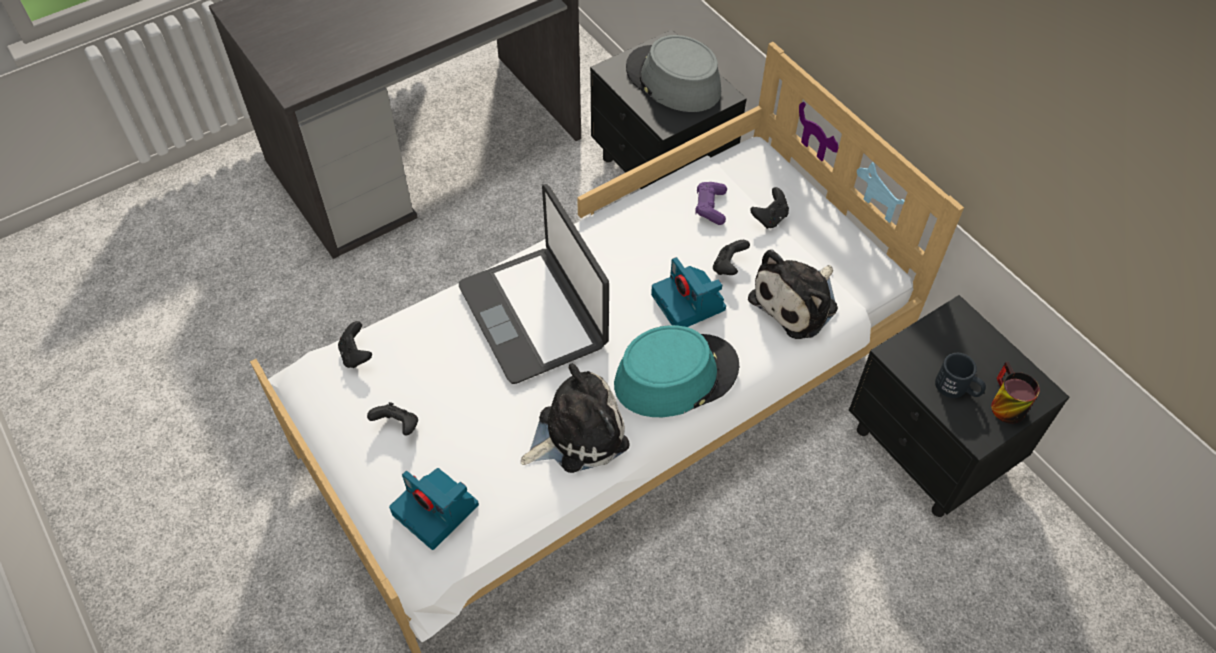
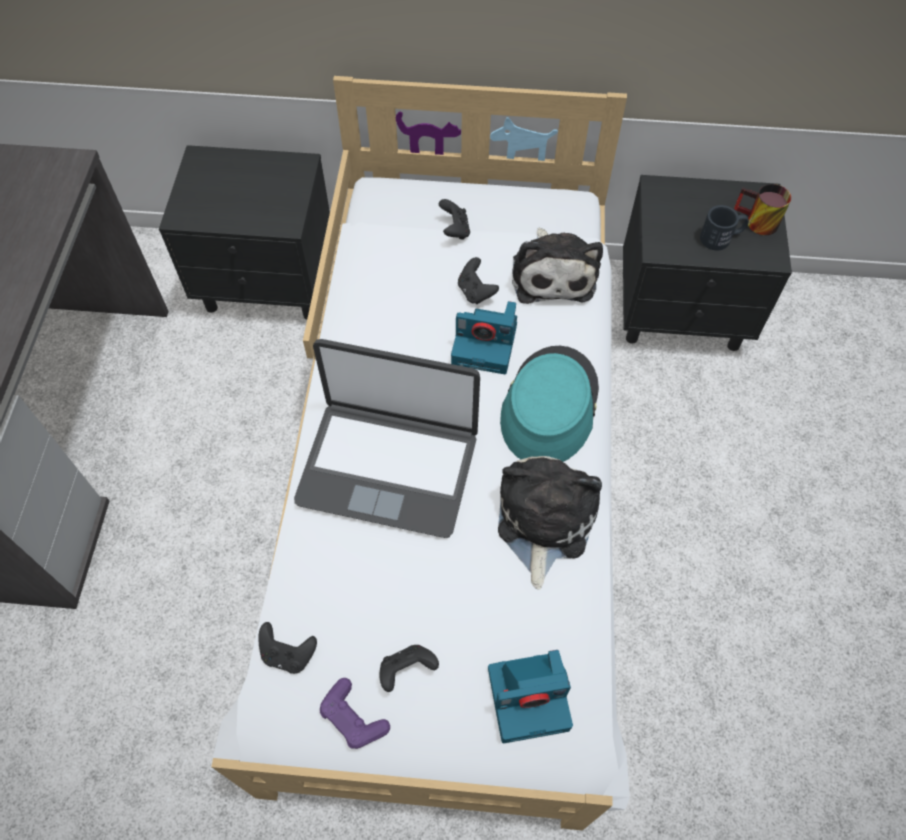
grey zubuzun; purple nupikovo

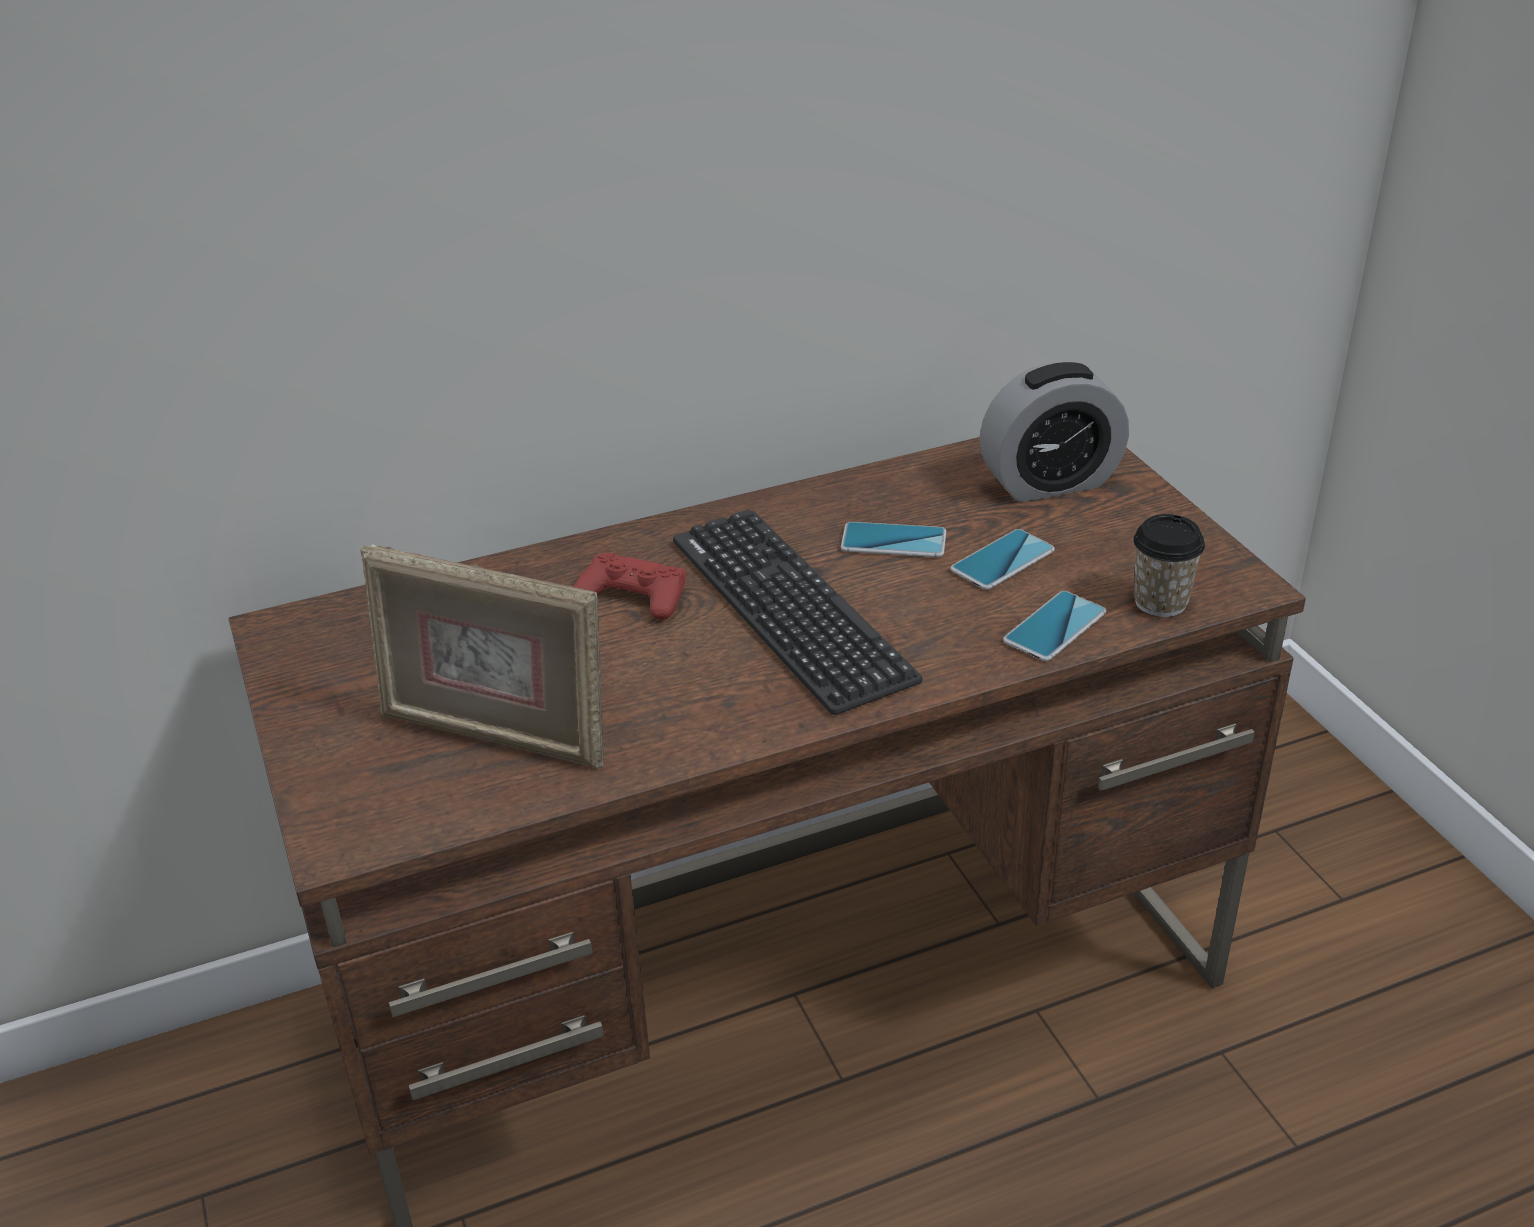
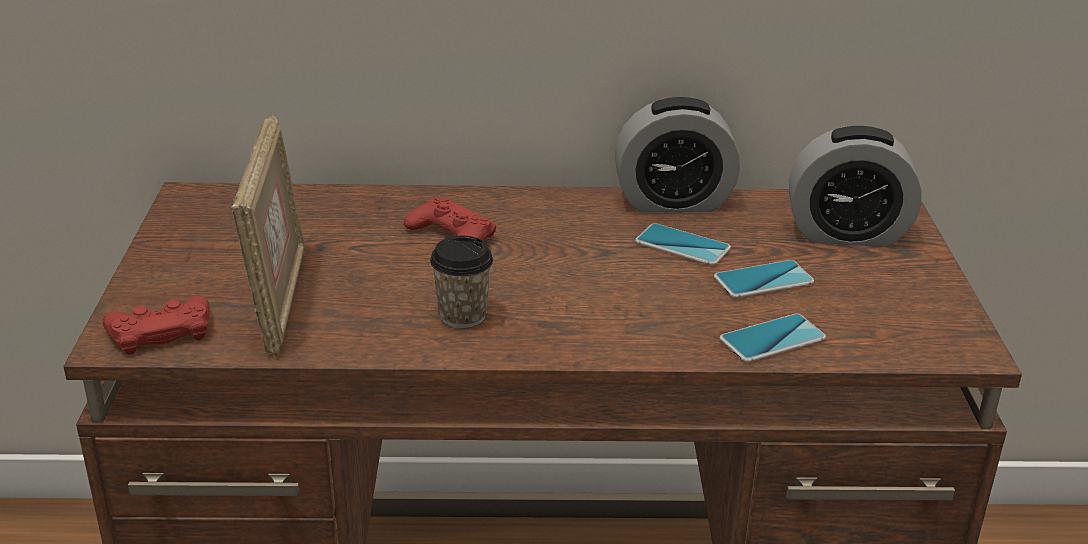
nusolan; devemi; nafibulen; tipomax (no. 1 from left); red nupikovo (no. 1 from left)

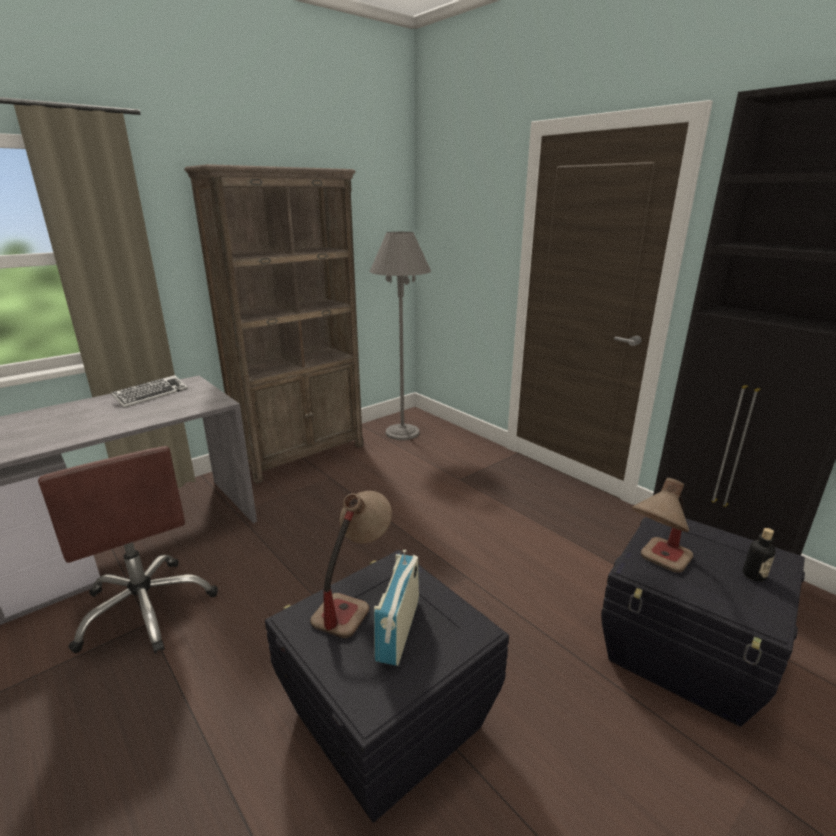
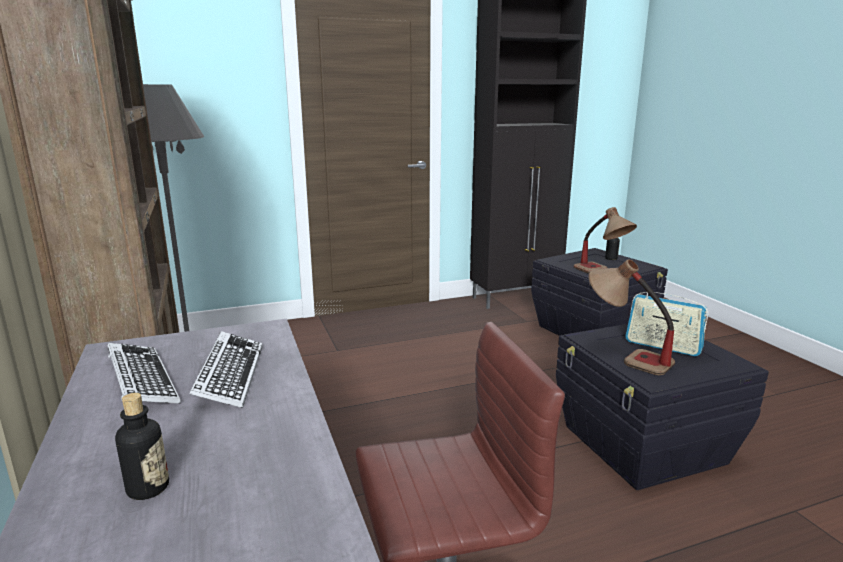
nusolan (no. 2 from left); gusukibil (no. 1 from left)

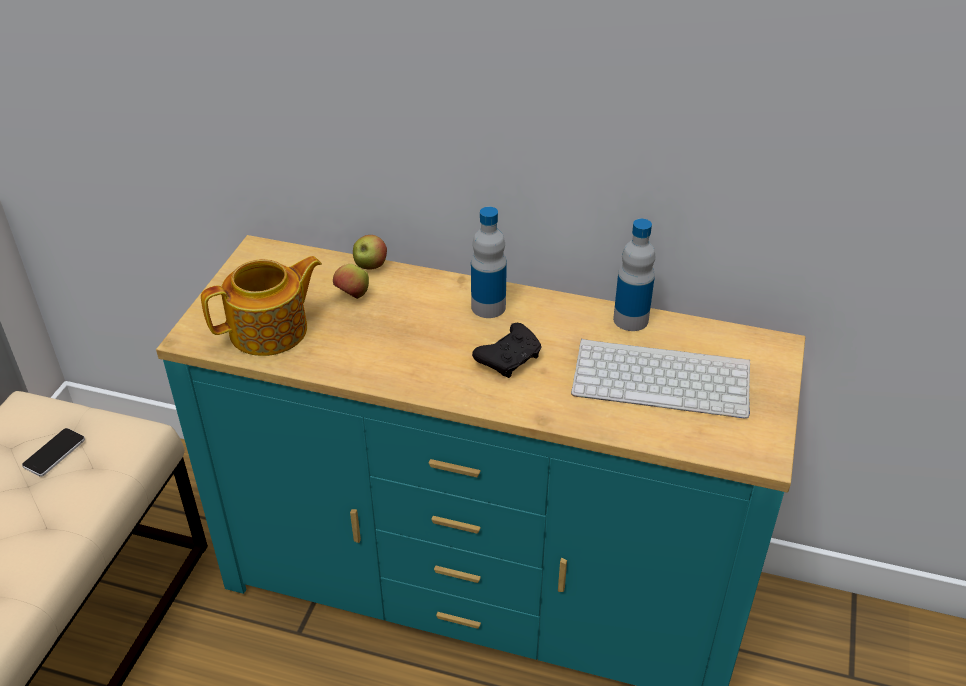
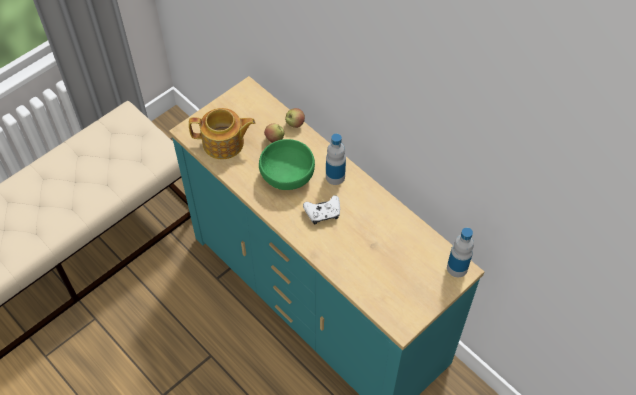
gusukibil (no. 2 from left); white nupikovo; nusolan; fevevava; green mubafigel

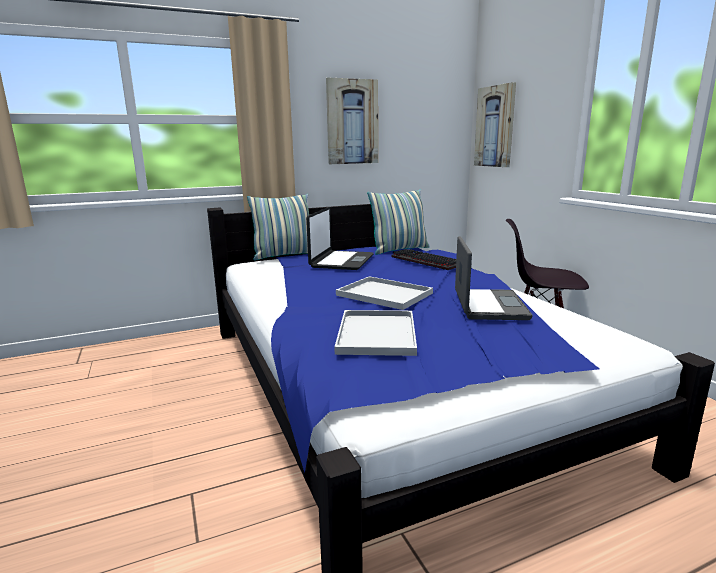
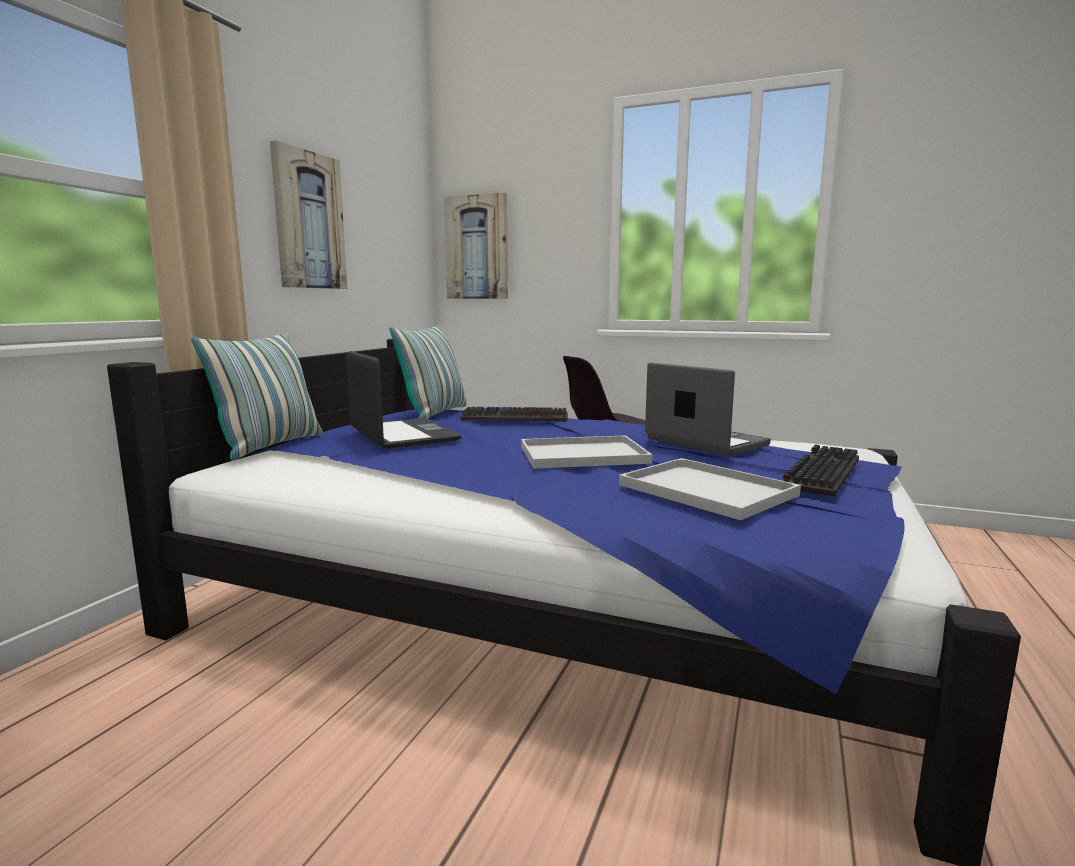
nusolan (no. 2 from left)

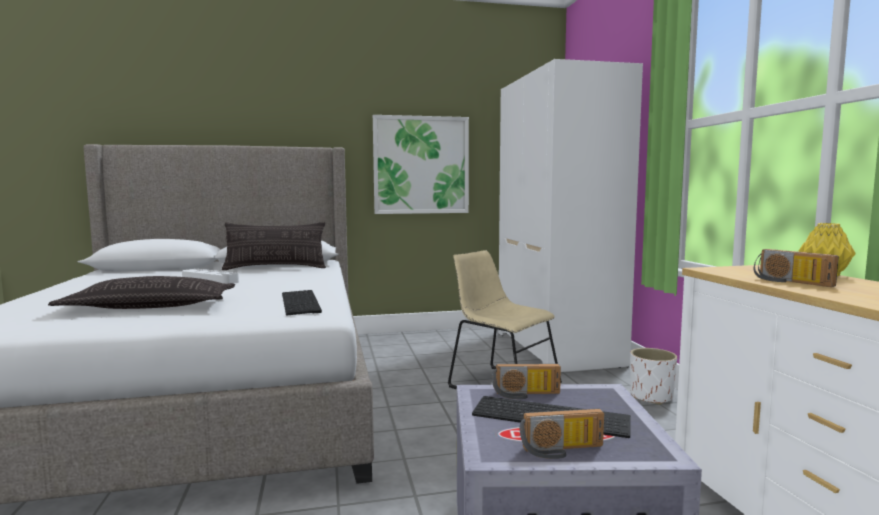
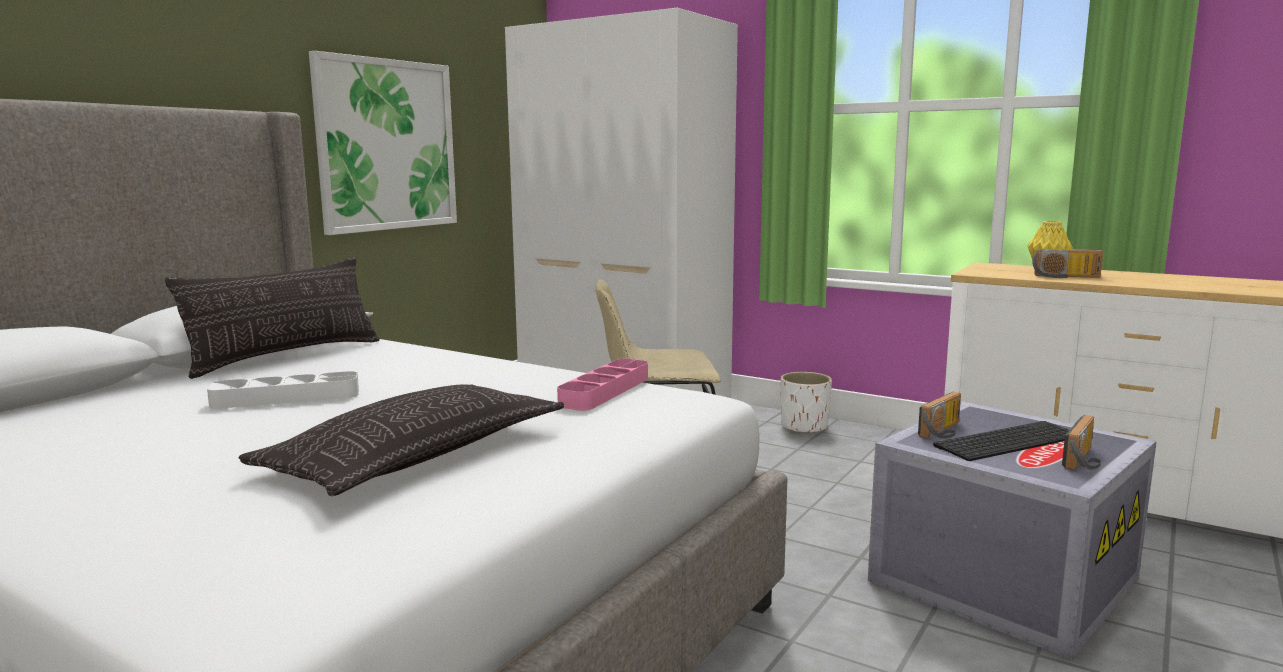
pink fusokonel

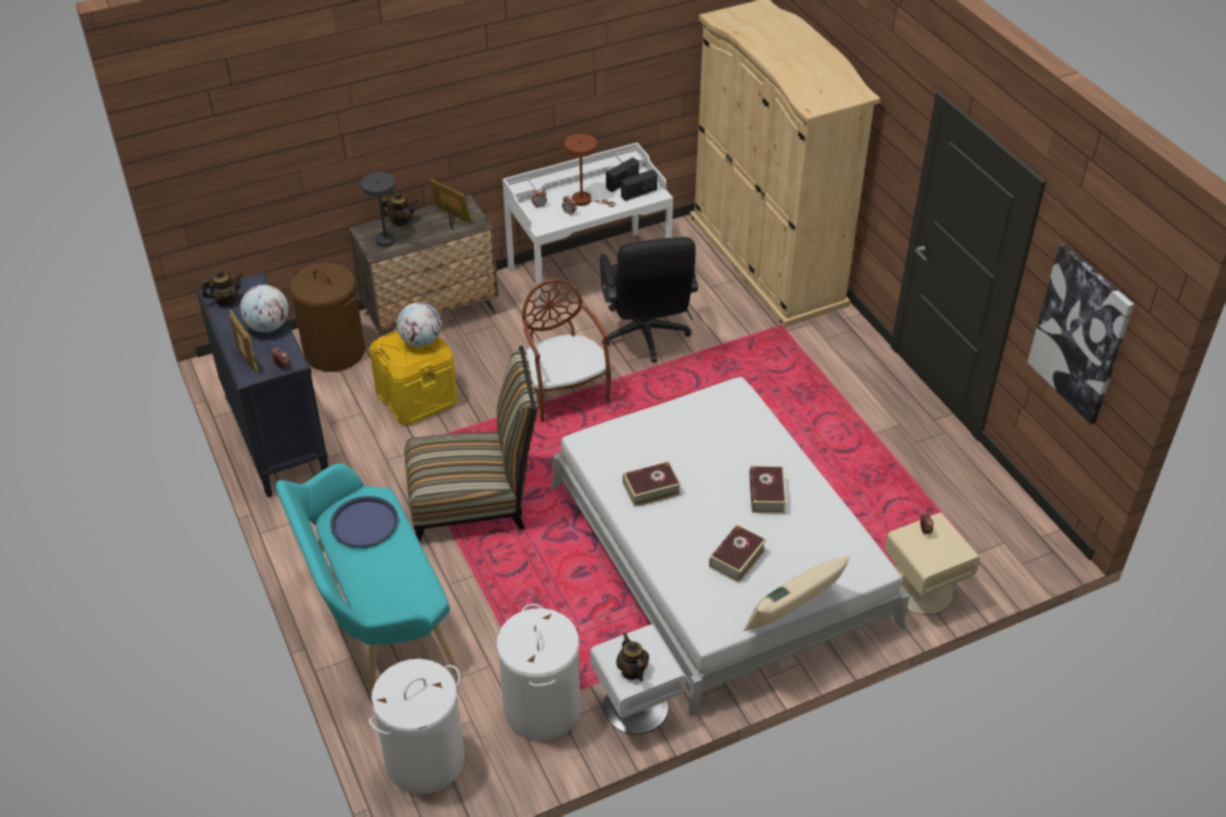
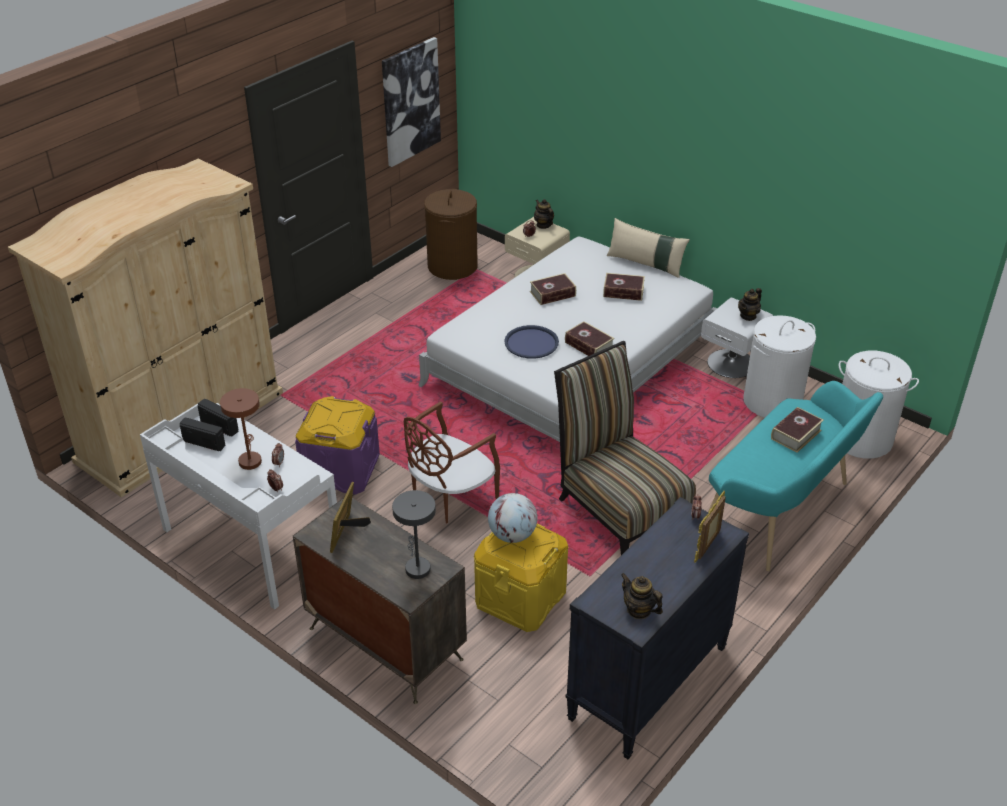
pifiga (no. 1 from left); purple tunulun; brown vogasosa; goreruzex (no. 1 from left in the first image); blue fusokonel; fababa (no. 4 from left)

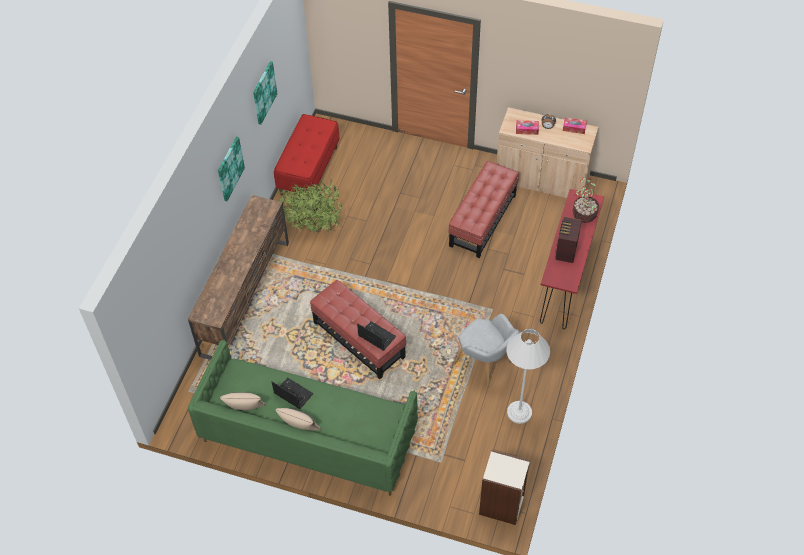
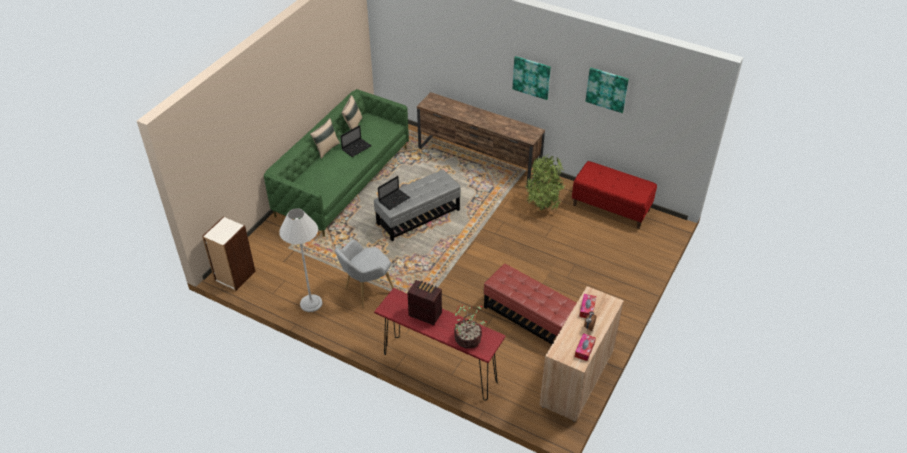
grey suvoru

